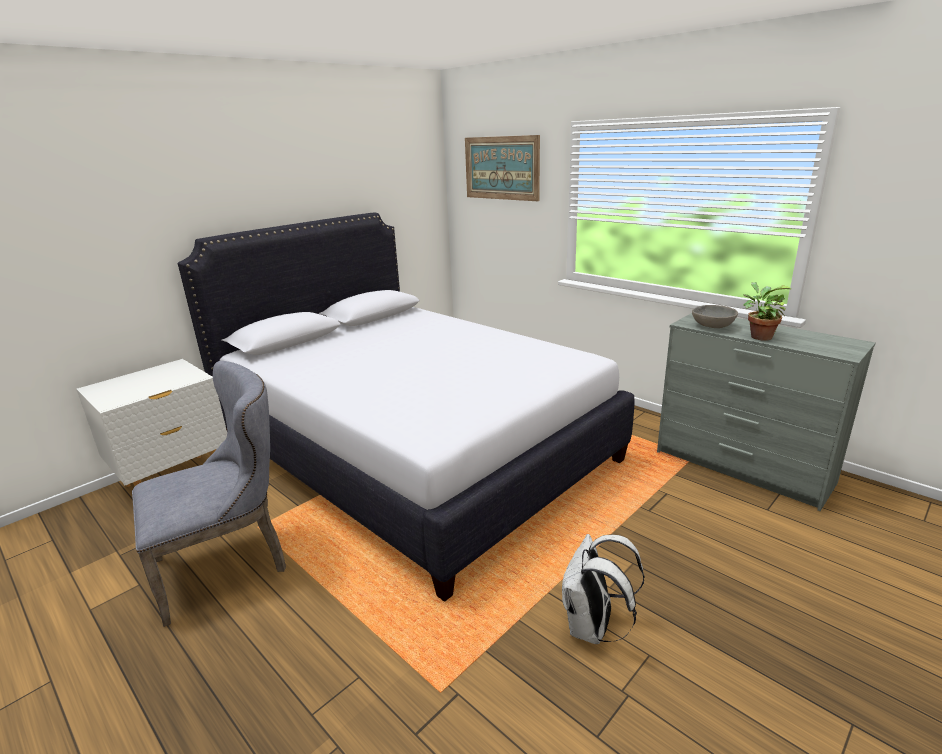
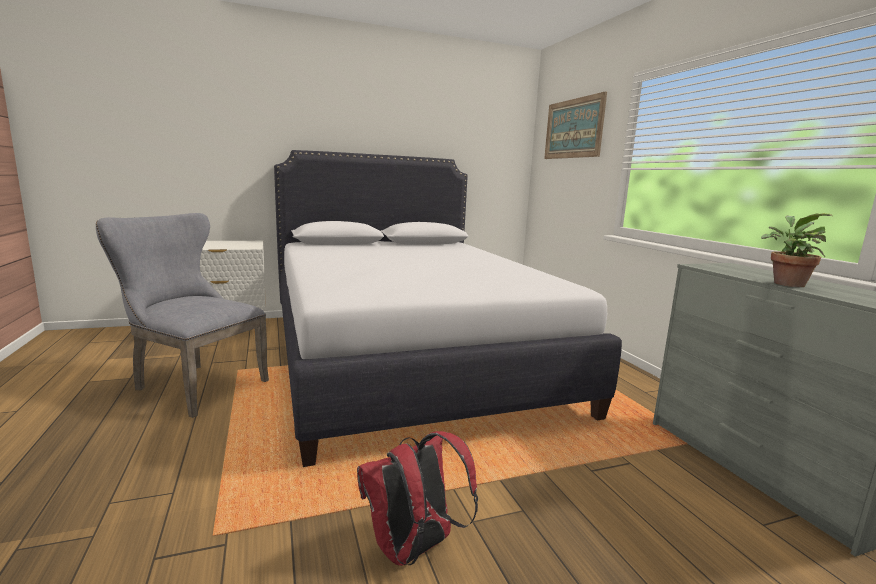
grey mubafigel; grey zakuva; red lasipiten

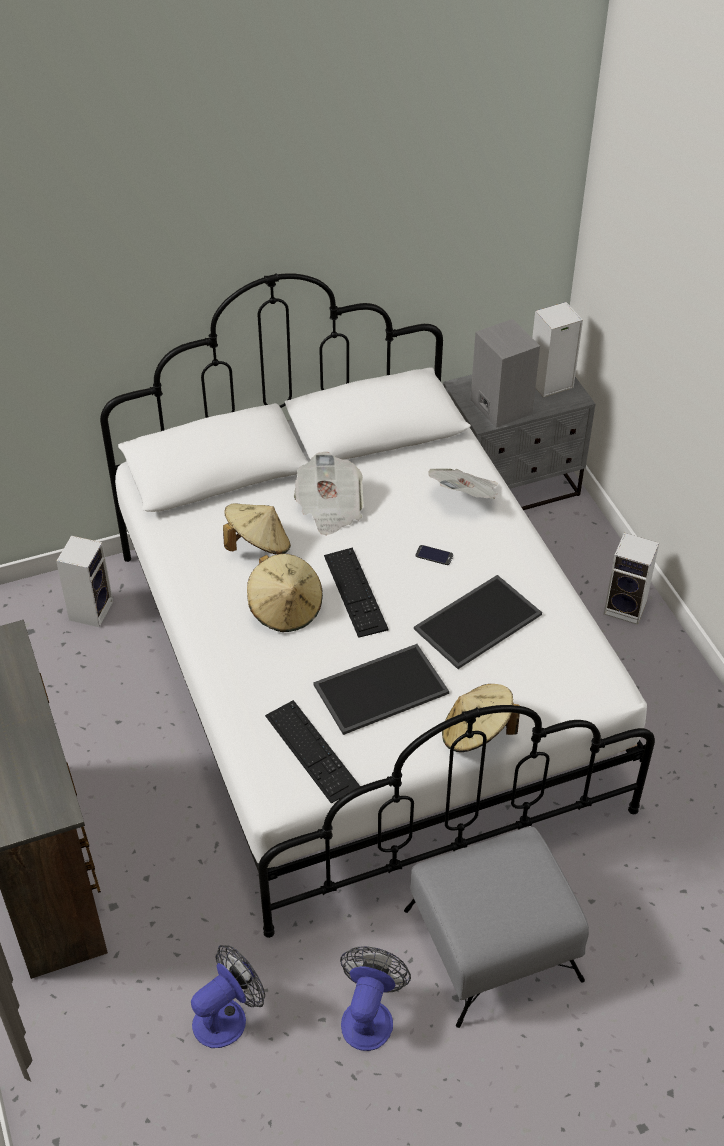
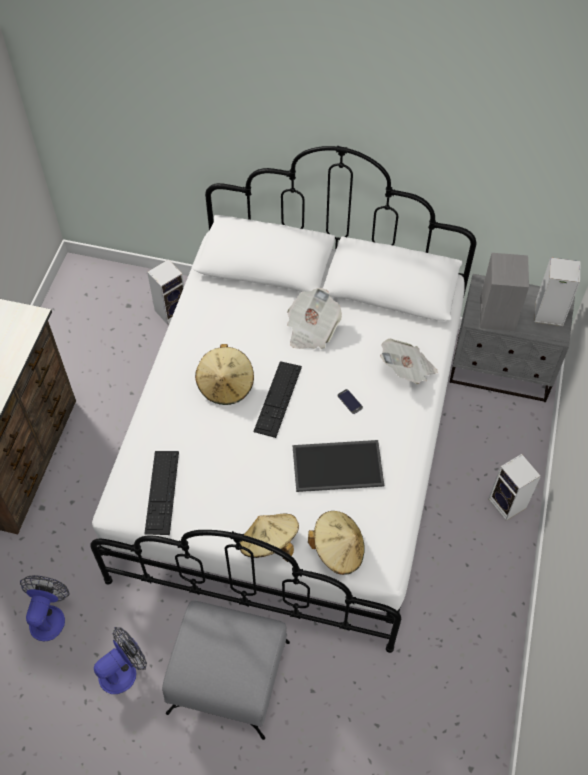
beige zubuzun (no. 3 from left); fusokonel (no. 1 from left in the first image); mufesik (no. 1 from left)

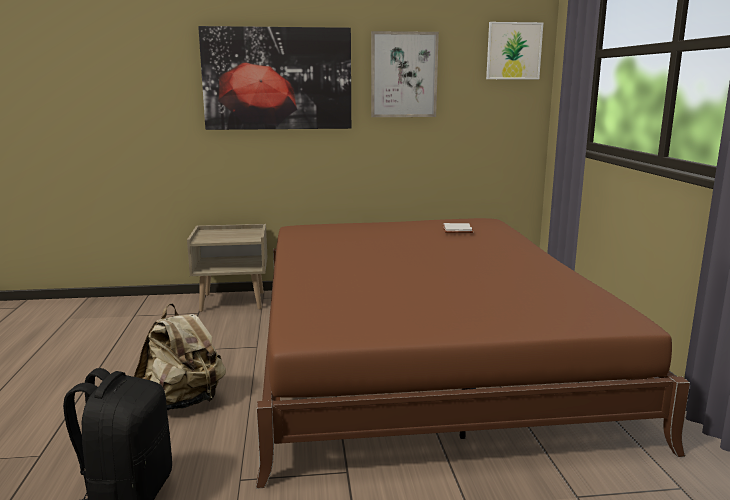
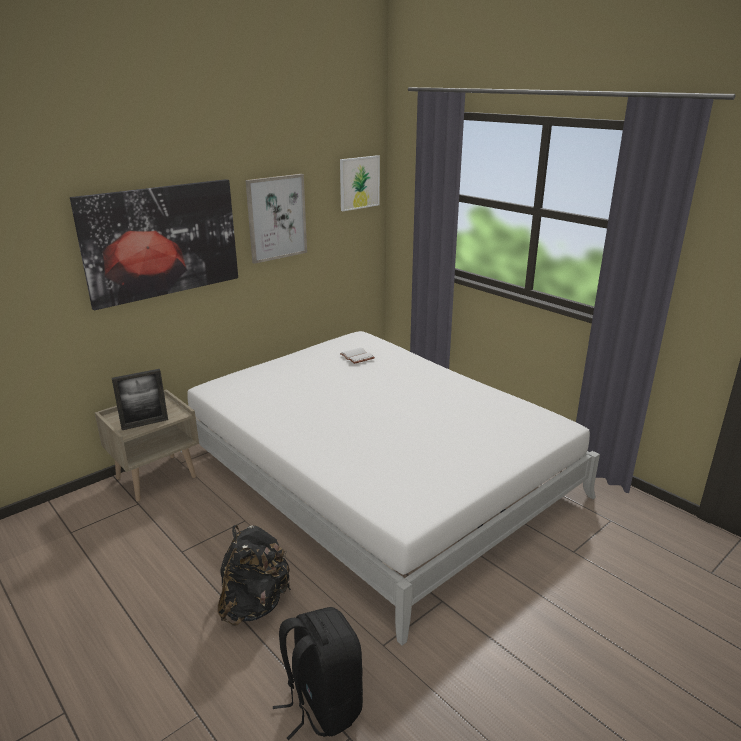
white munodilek; black lasipiten (no. 1 from left); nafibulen

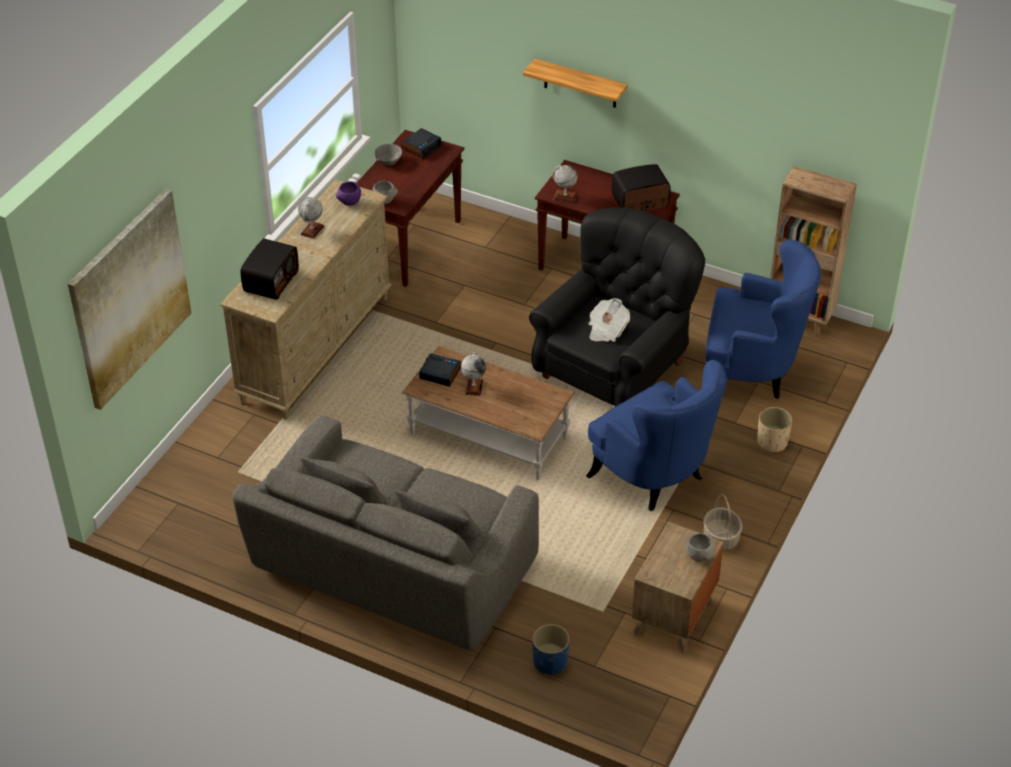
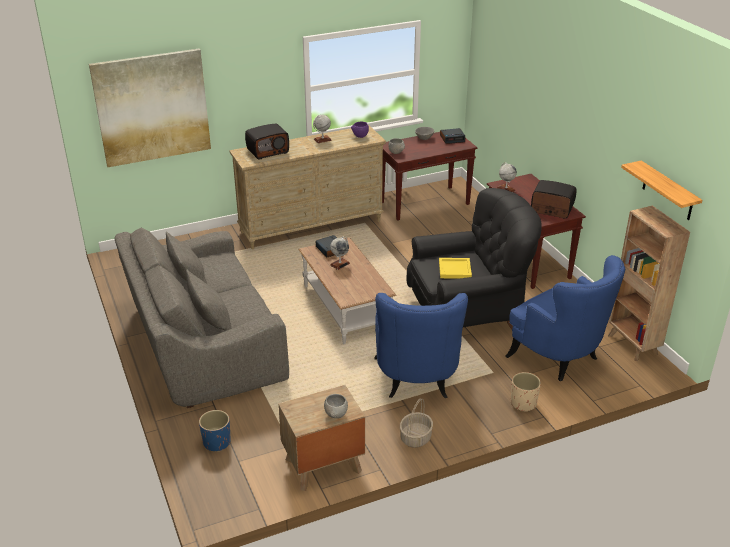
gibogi; yellow fusokonel

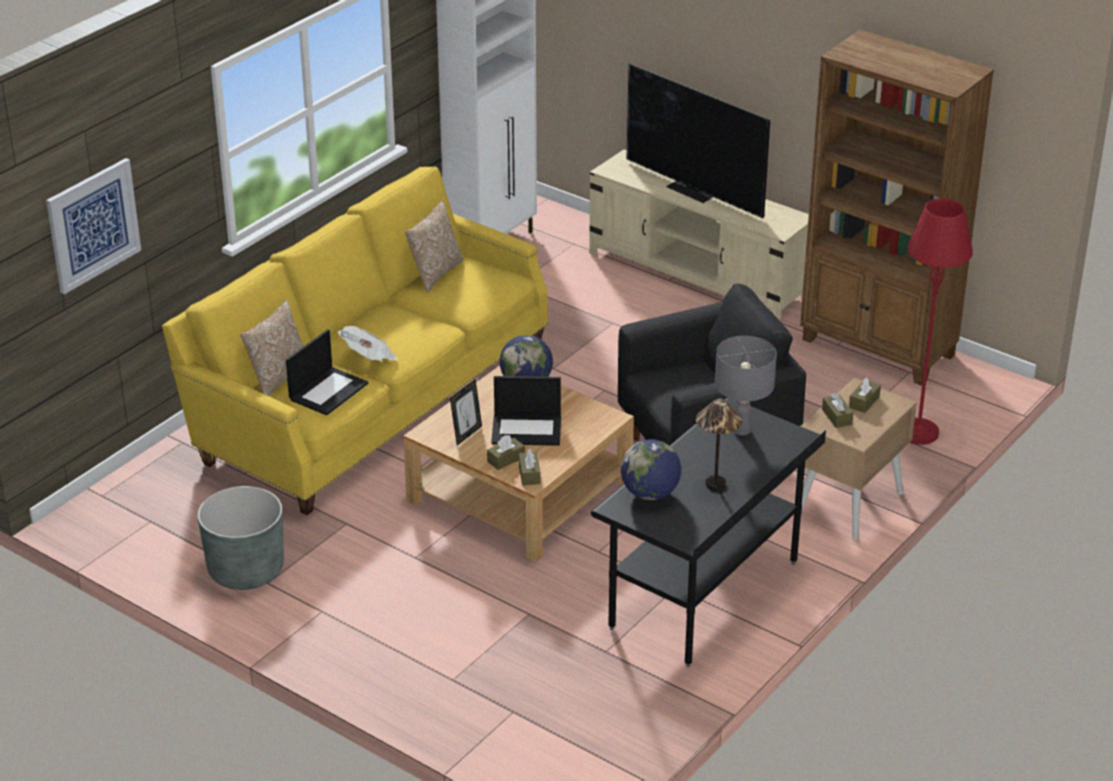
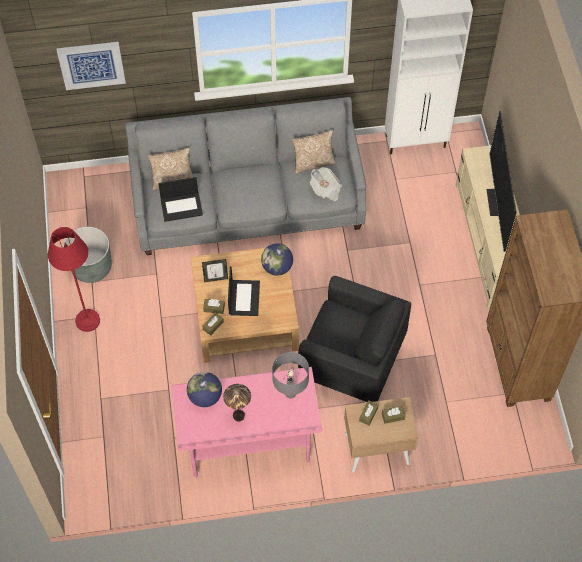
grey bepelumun; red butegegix; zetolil; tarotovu (no. 2 from left); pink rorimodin

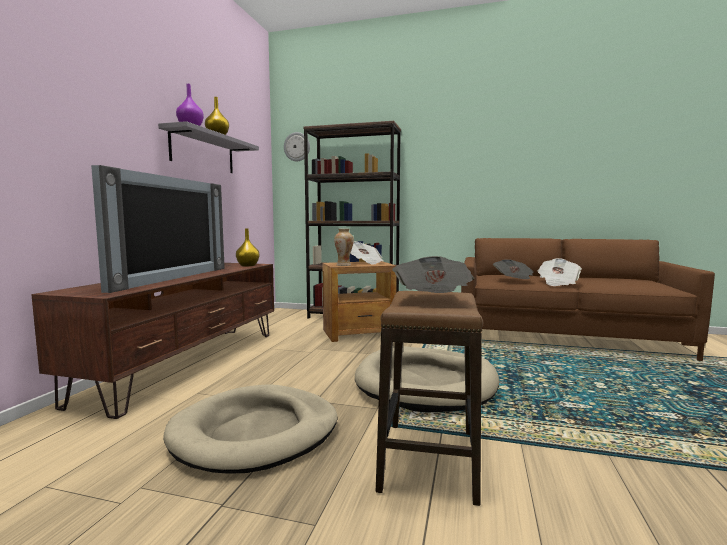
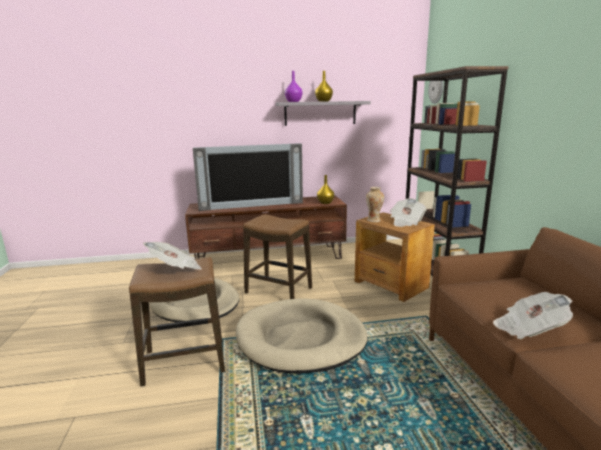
zetolil (no. 3 from left in the first image); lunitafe (no. 2 from left)

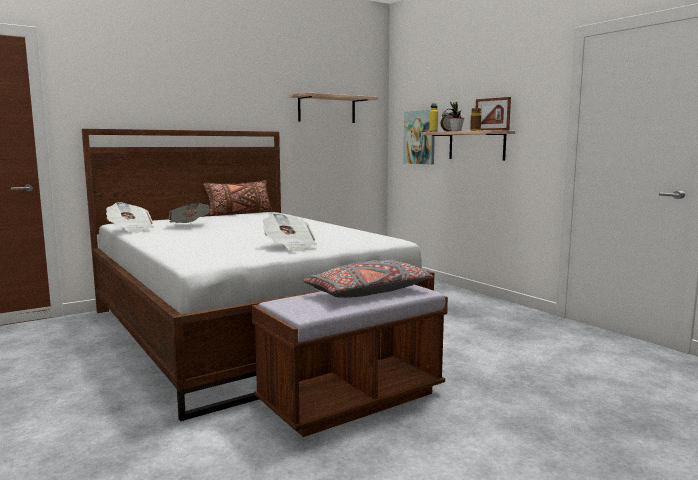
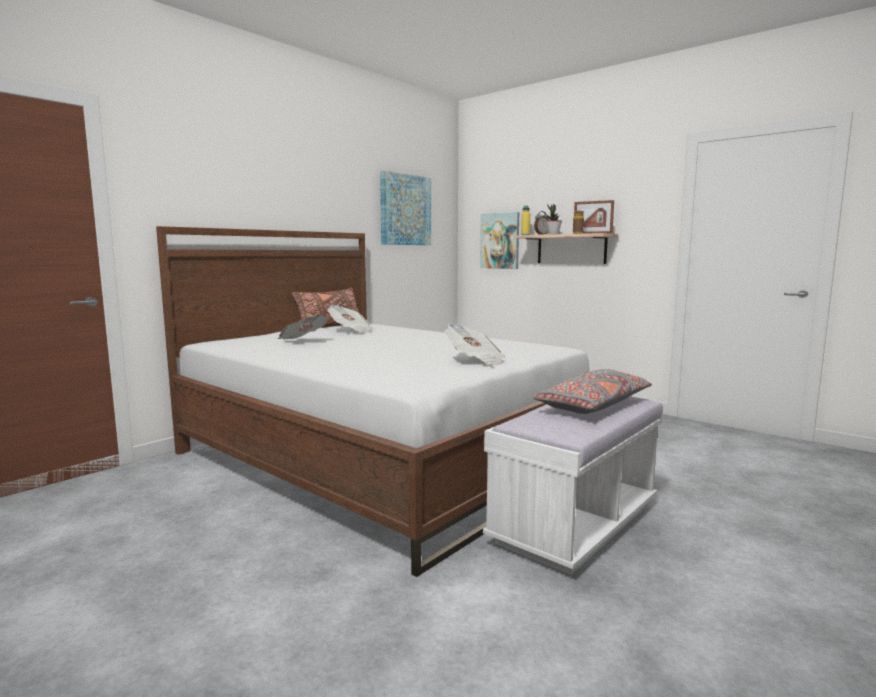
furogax (no. 1 from left); zetolil (no. 2 from left); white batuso

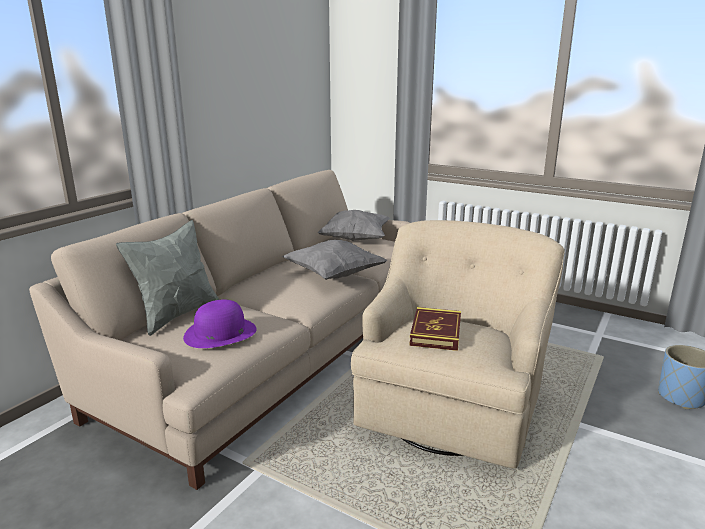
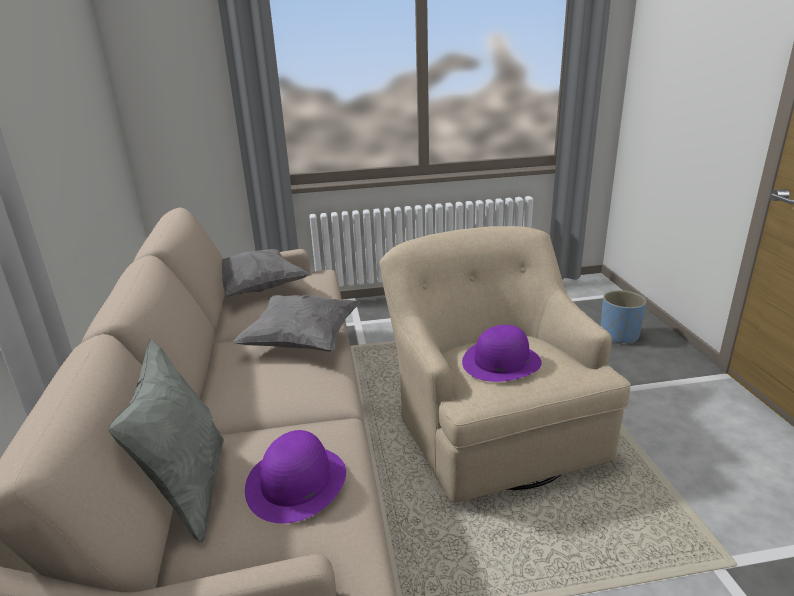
purple zubuzun (no. 2 from left)

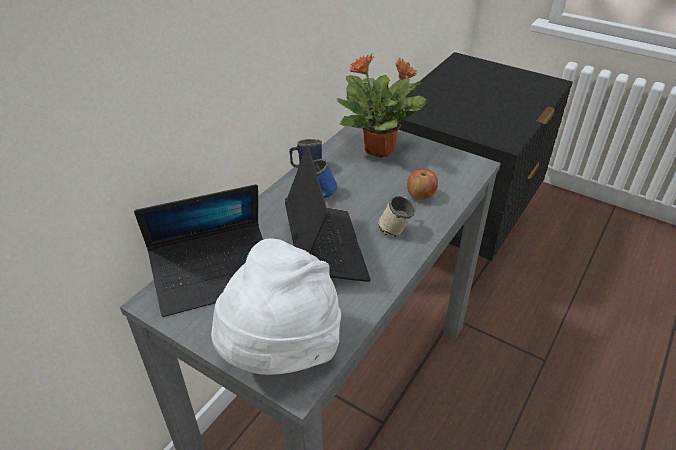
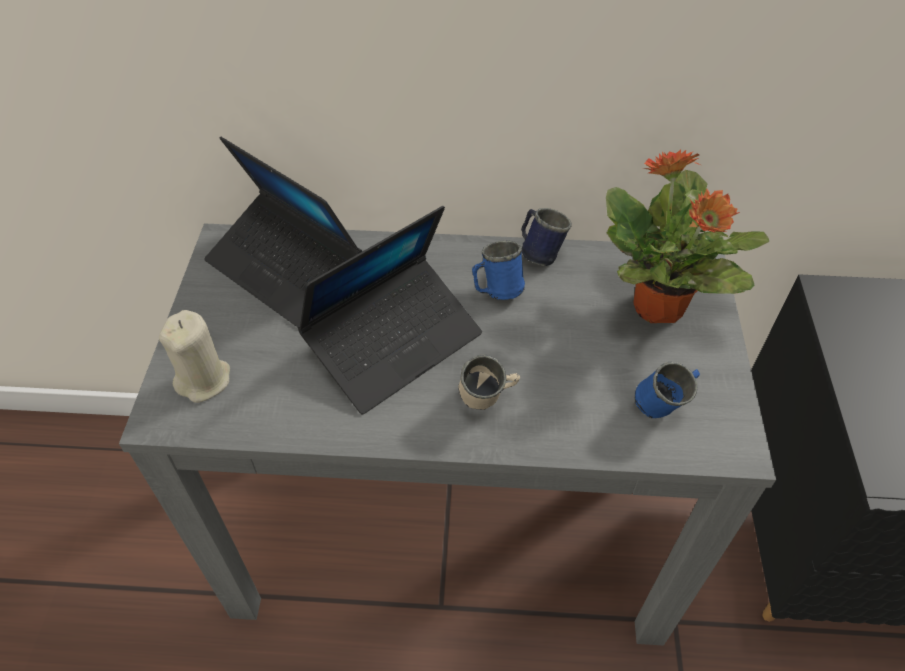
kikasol; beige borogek; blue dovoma (no. 3 from left)

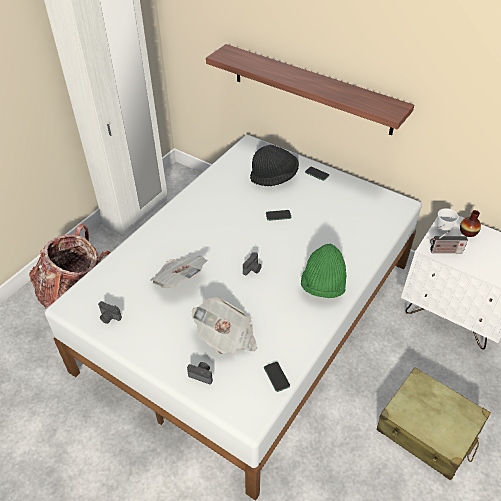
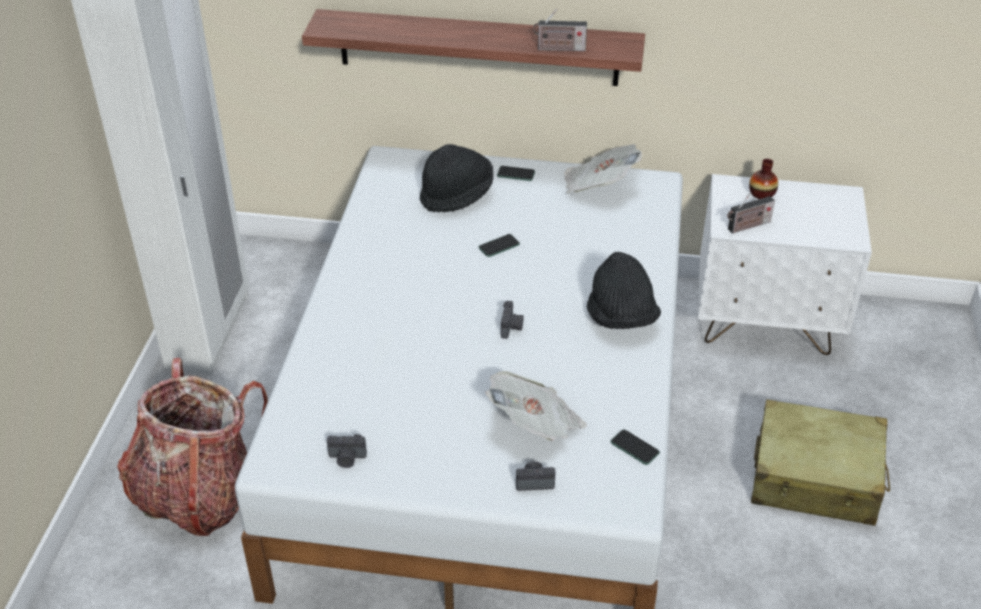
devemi; black zubuzun (no. 2 from left); zetolil (no. 2 from left); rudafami (no. 1 from left)

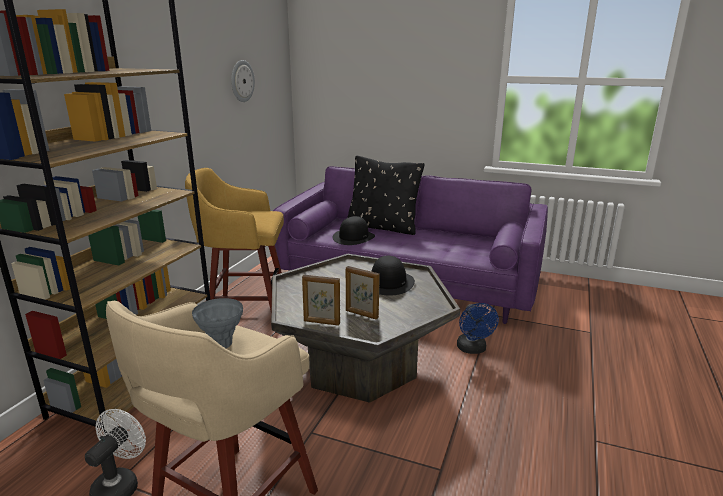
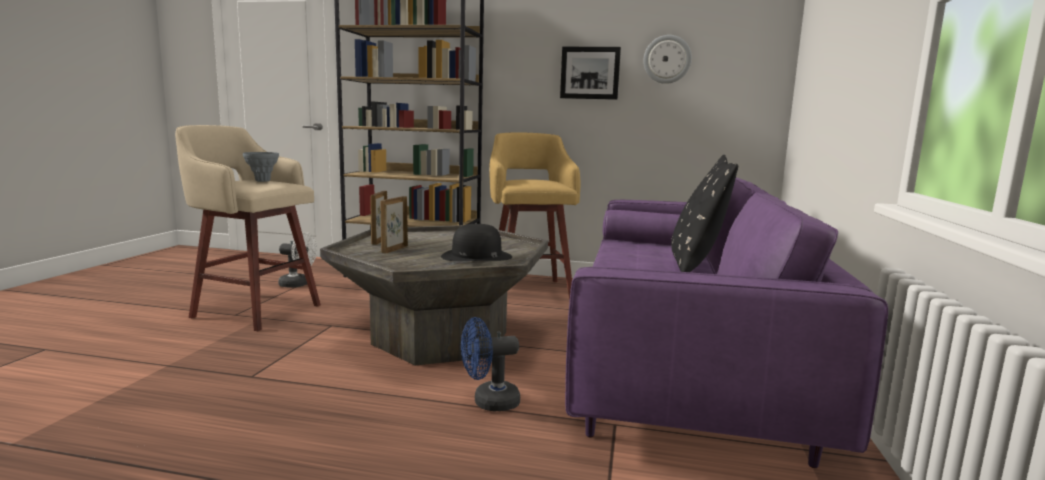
black zubuzun (no. 1 from left in the first image); furogax

